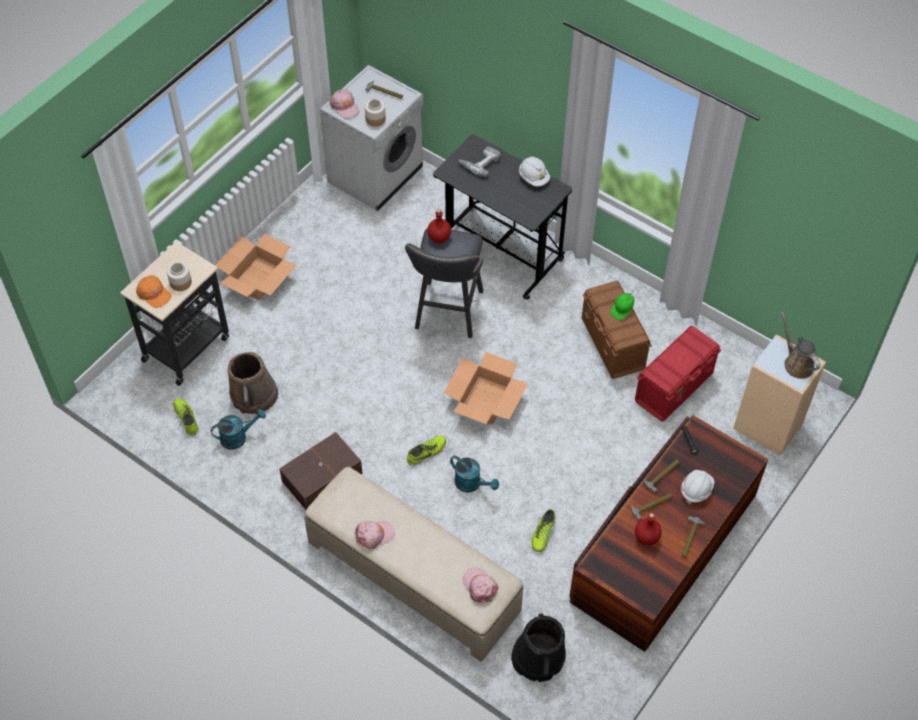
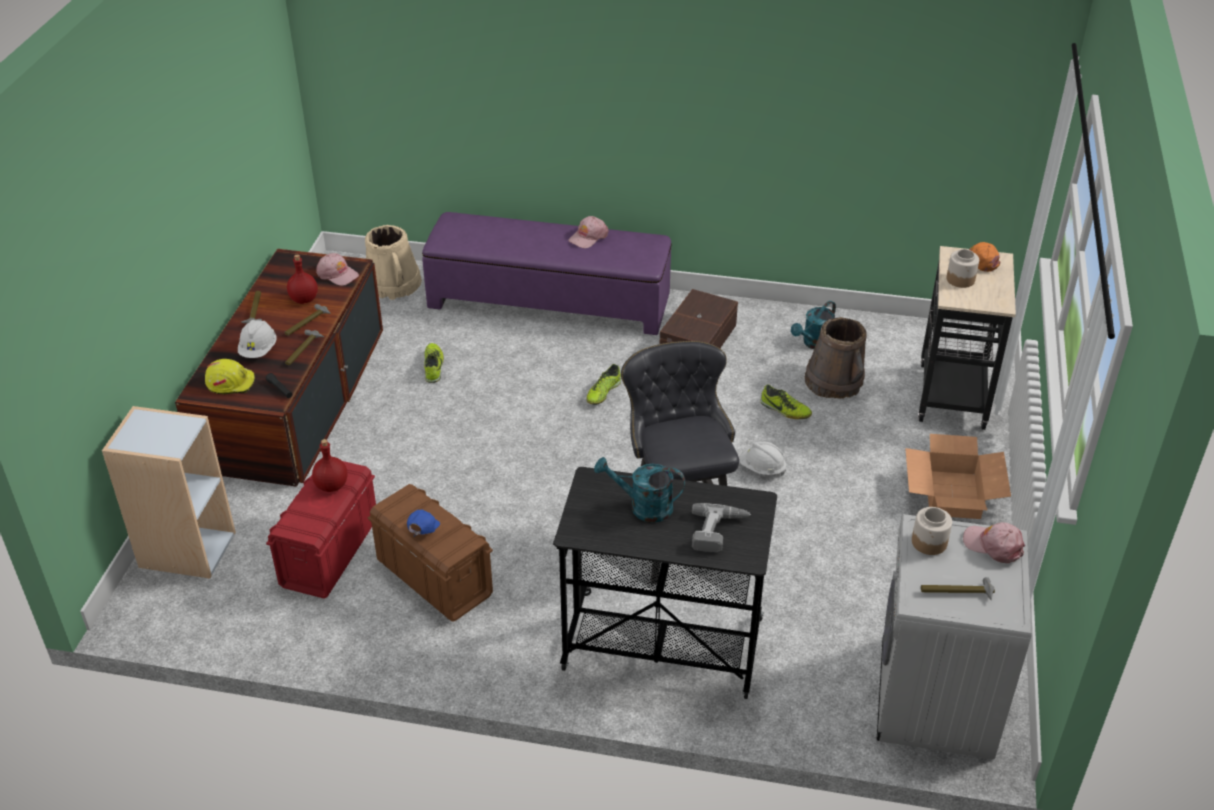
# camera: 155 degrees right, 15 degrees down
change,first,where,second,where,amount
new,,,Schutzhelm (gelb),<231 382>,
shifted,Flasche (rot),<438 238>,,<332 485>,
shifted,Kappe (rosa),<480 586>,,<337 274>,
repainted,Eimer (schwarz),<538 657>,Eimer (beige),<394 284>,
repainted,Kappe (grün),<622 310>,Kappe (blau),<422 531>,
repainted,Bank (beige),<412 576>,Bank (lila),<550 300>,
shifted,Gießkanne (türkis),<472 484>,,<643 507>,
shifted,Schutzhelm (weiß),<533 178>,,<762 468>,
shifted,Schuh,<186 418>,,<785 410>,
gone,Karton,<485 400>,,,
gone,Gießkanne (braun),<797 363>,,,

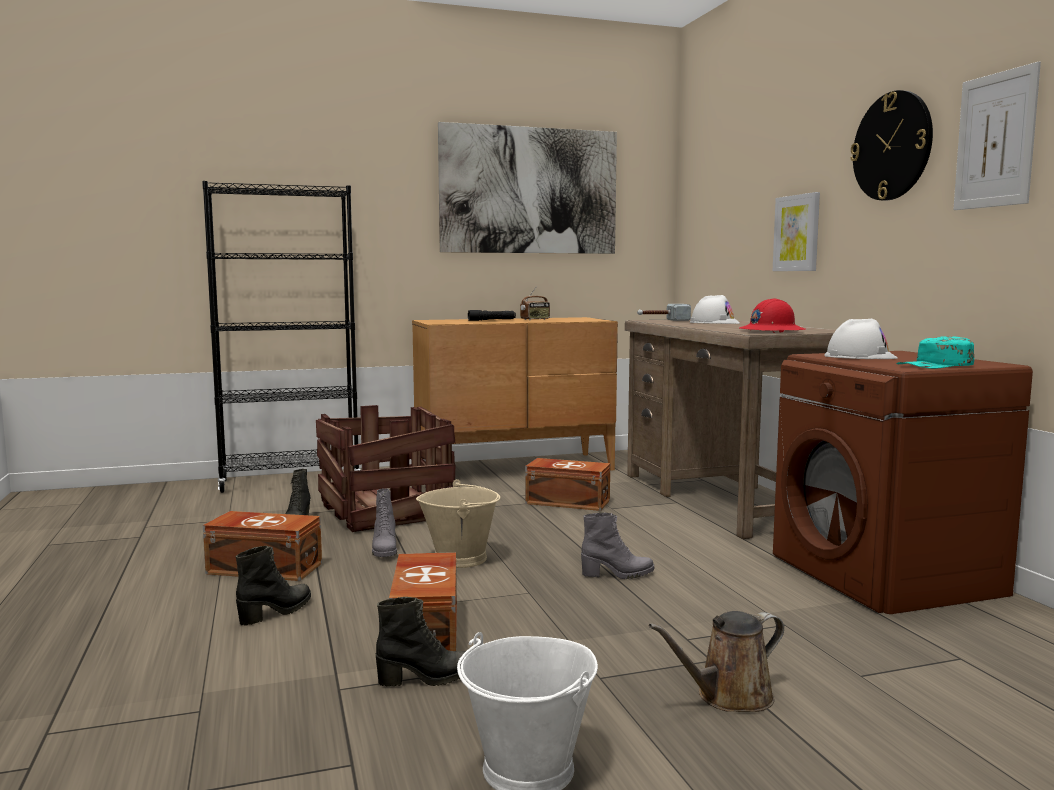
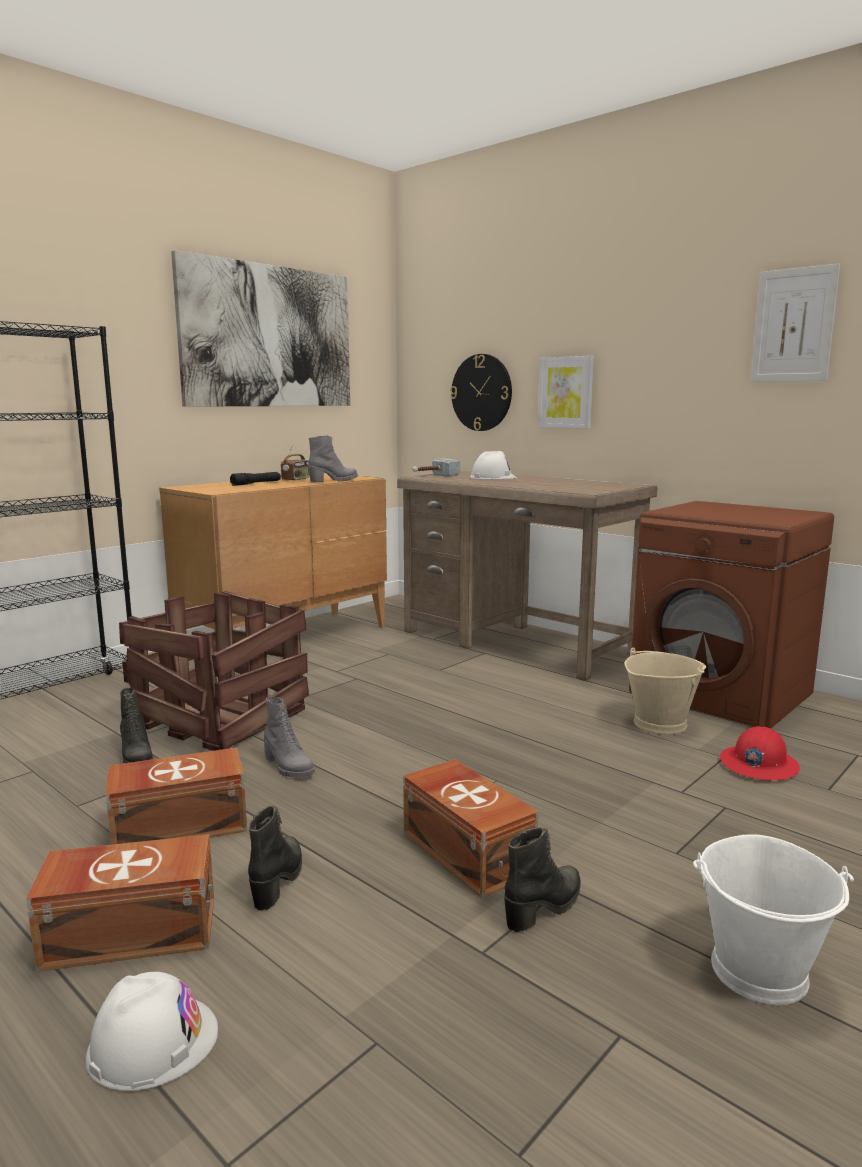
# camera: 30 degrees left, 5 degrees up
change,first,where,second,where,amount
shifted,Aufbewahrungsbox (braun),<567 501>,,<129 932>,
shifted,Schutzhelm (weiß),<860 356>,,<153 1041>,
shifted,Stiefel (grau),<617 574>,,<334 481>,
shifted,Wanduhr,<892 146>,,<481 392>,
shifted,Eimer (beige),<461 558>,,<659 723>,
shifted,Schutzhelm (rot),<771 331>,,<758 765>,
gone,Gießkanne (braun),<728 697>,,,
gone,Kappe (türkis),<936 365>,,,

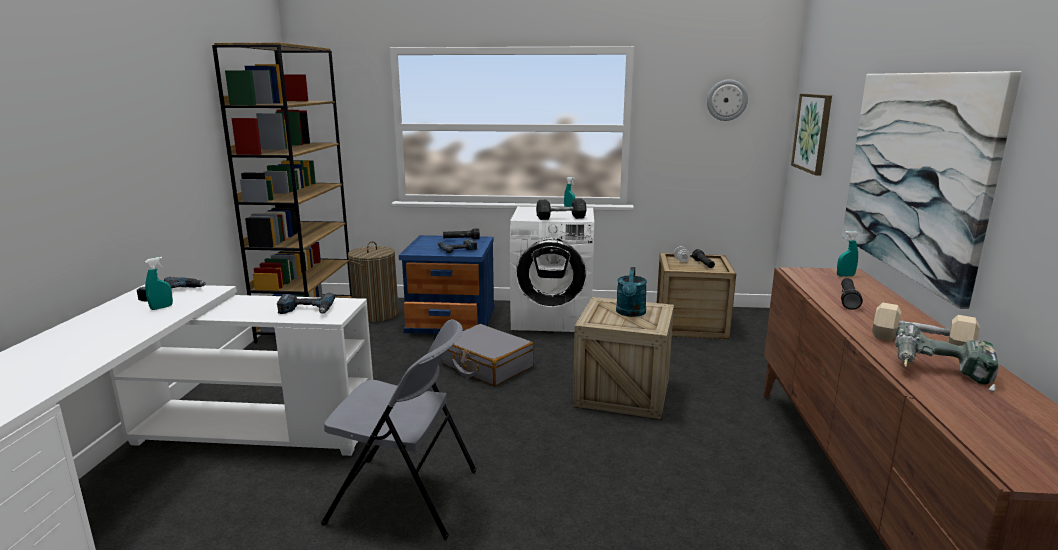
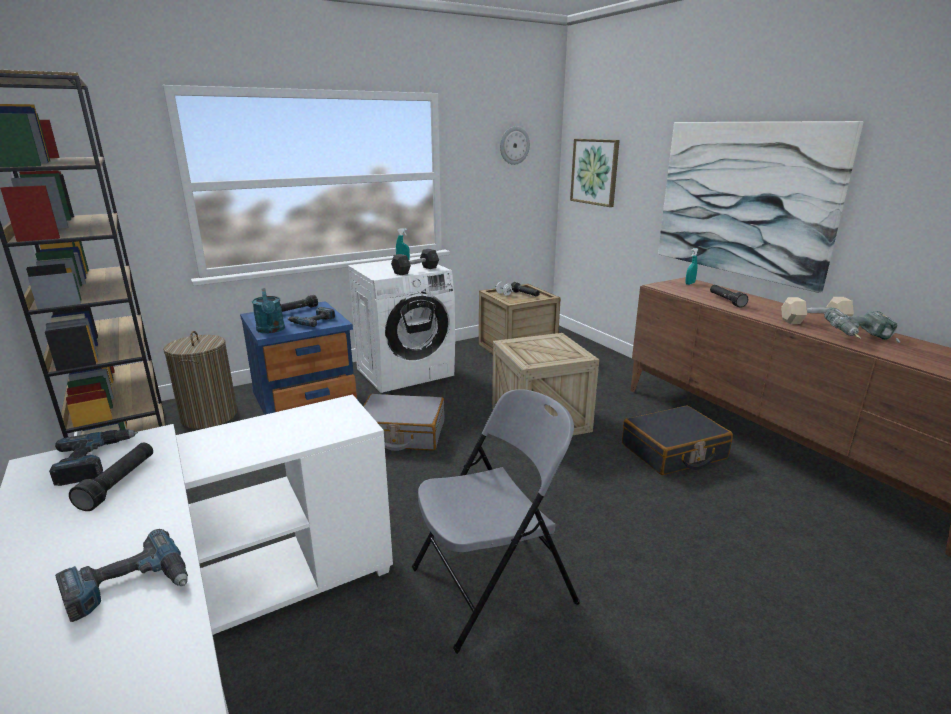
# camera: 35 degrees left, 5 degrees up
change,first,where,second,where,amount
shifted,Bohrmaschine,<306 310>,,<128 586>,
swapped,Sprühflasche (türkis),<161 307>,Taschenlampe (schwarz),<119 483>,
shifted,Gießkanne (türkis),<630 313>,,<271 330>,
new,,,Koffer (schwarz),<673 452>,

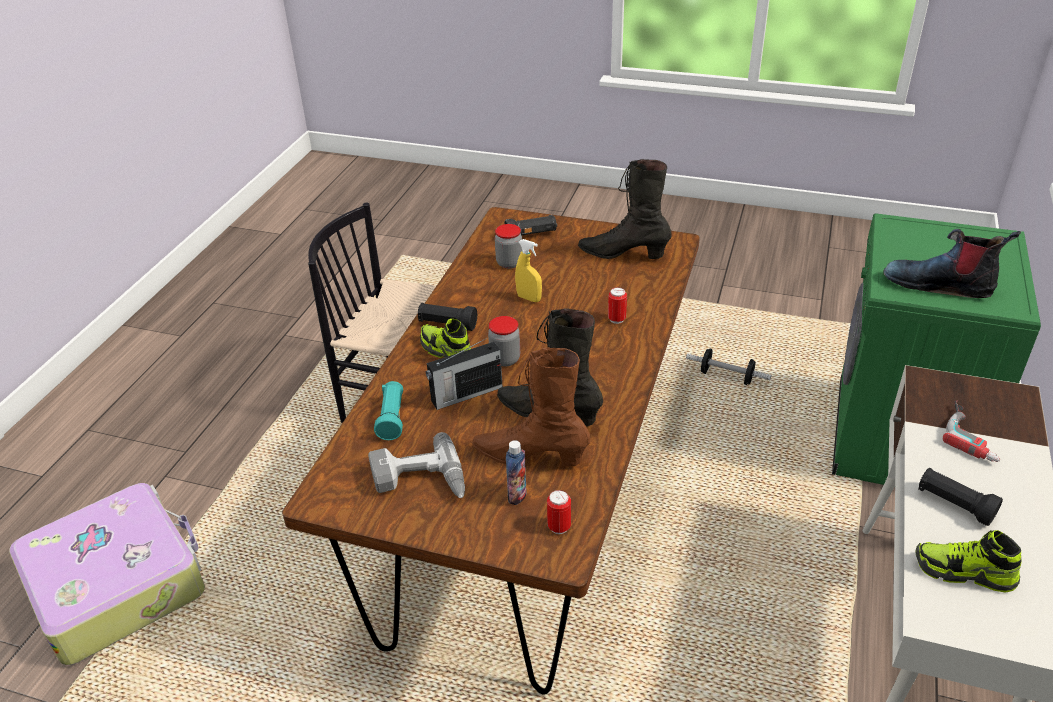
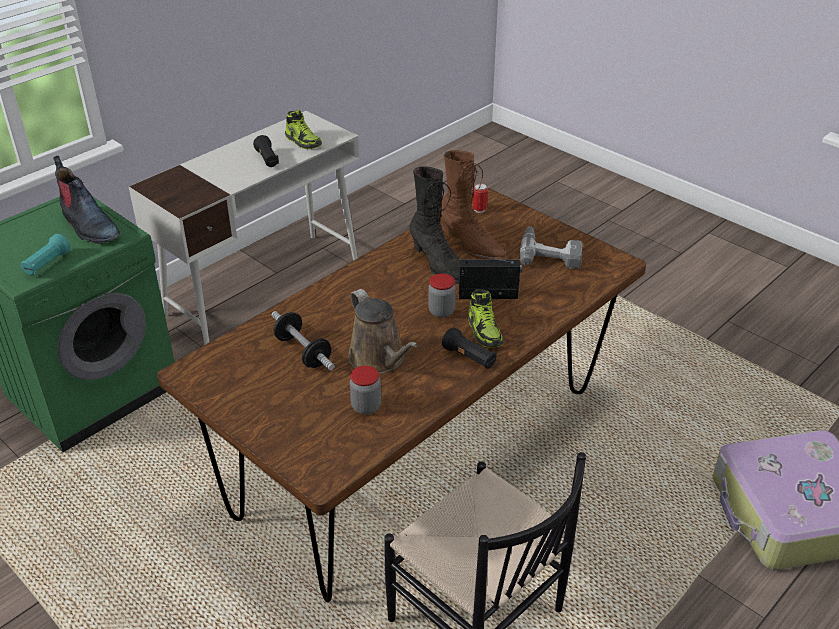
# camera: 155 degrees left, 0 degrees up
change,first,where,second,where,amount
shifted,Taschenlampe (türkis),<392 418>,,<47 264>,
shifted,Hantel,<726 376>,,<303 352>,
swapped,Sprühflasche (gelb),<529 298>,Gießkanne (braun),<379 359>,
gone,Taschenlampe (schwarz),<531 235>,,,
gone,Flasche,<517 495>,,,
gone,Stiefel (schwarz),<623 254>,,,
gone,Dose,<616 319>,,,
gone,Bohrmaschine,<974 435>,,,

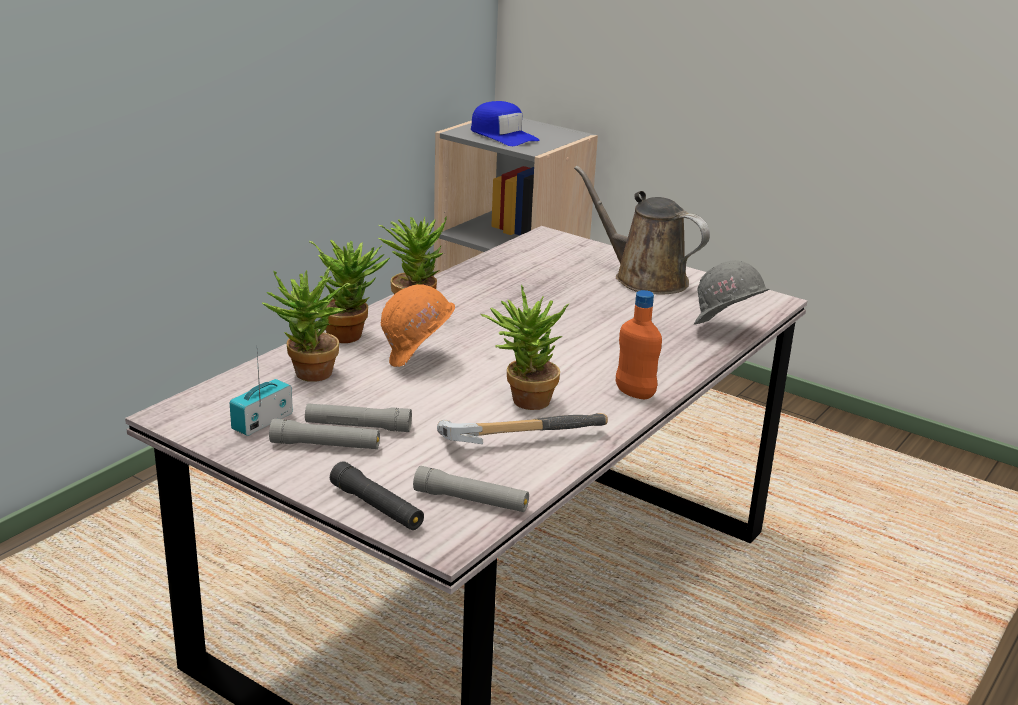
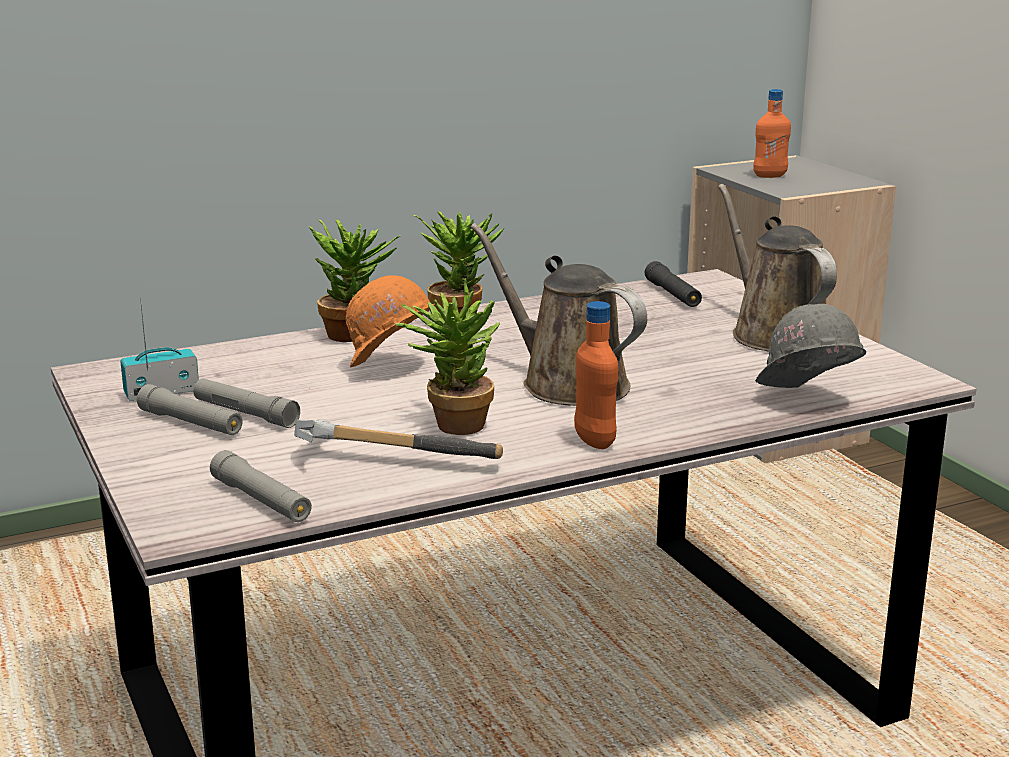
# camera: 30 degrees right, 5 degrees down
change,first,where,second,where,amount
new,,,Gießkanne (braun),<566 383>,
shifted,Taschenlampe (schwarz),<377 507>,,<673 294>,
swapped,Kappe (blau),<503 135>,Flasche (orange),<769 176>,
gone,Topfpflanze,<308 376>,,,

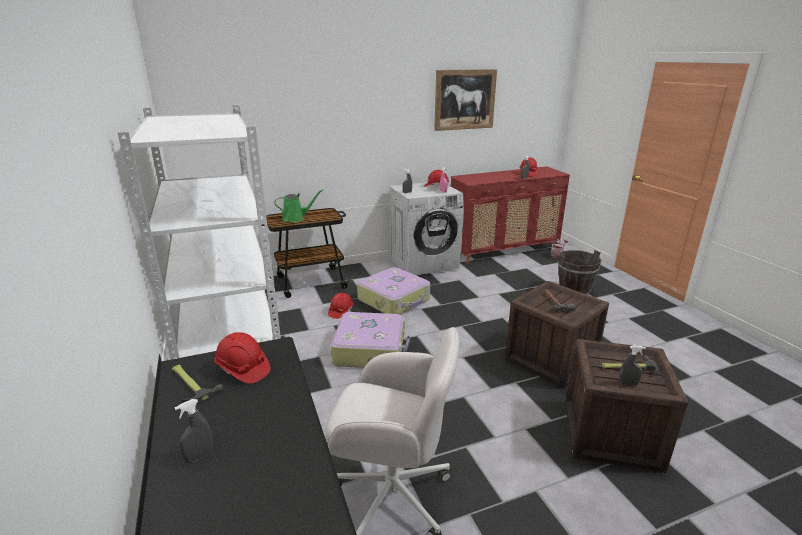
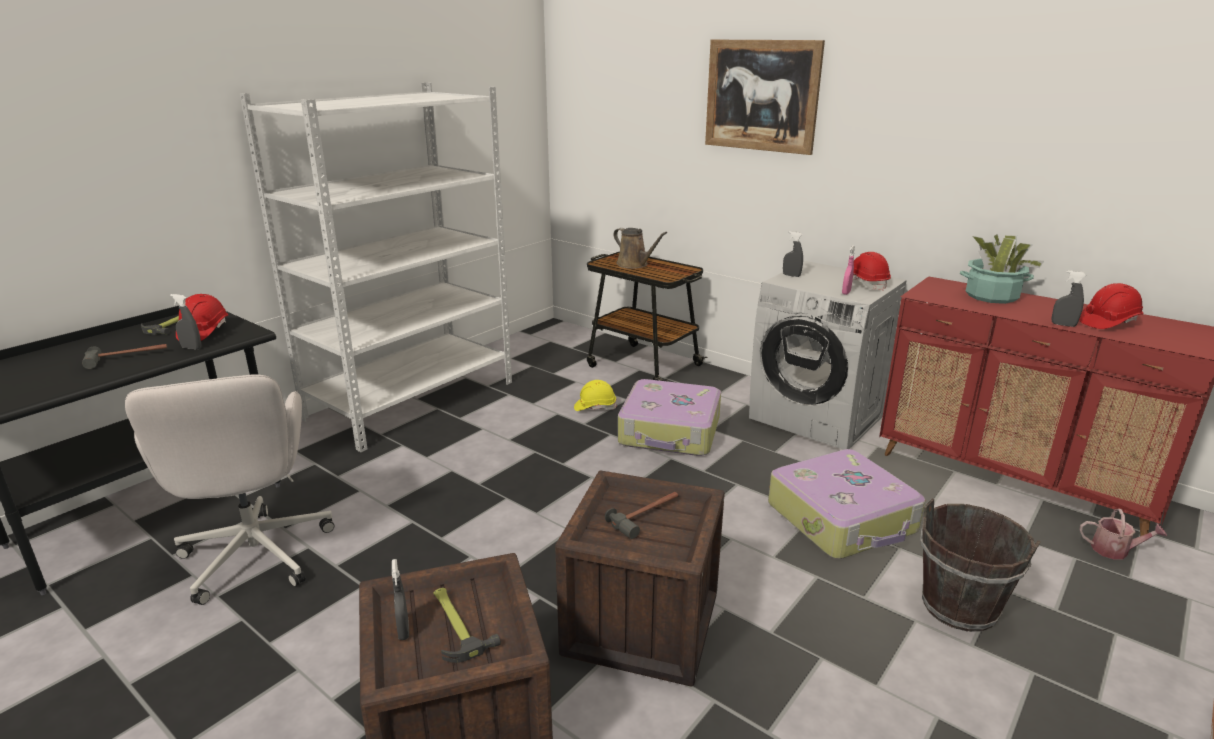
# camera: 60 degrees right, 0 degrees up
change,first,where,second,where,amount
new,,,Hammer,<128 358>,
shifted,Sprühflasche (grau),<199 456>,,<191 348>,
repainted,Schutzhelm (rot),<341 311>,Schutzhelm (gelb),<595 407>,
repainted,Gießkanne (grün),<296 218>,Gießkanne (braun),<634 264>,
shifted,Bild,<465 100>,,<761 96>,
shifted,Koffer,<370 349>,,<843 518>,
new,,,Topfpflanze,<991 296>,

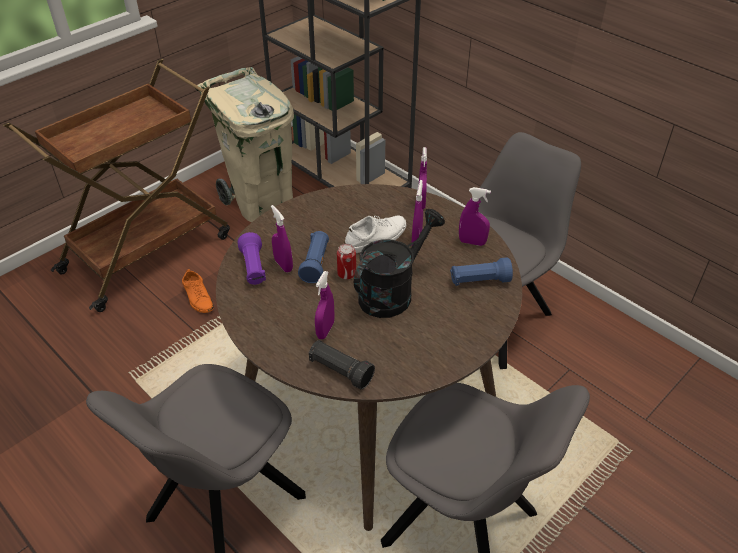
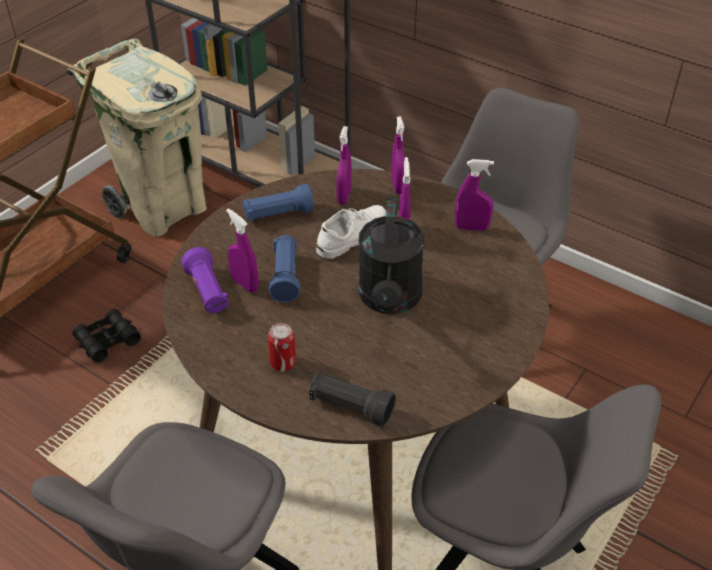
# camera: 10 degrees left, 0 degrees up
change,first,where,second,where,amount
swapped,Schuh (orange),<198 297>,Fernglas (schwarz),<107 340>,
shifted,Taschenlampe (blau),<479 281>,,<278 214>,
shifted,Dose,<347 274>,,<283 363>,
shifted,Sprühflasche (lila),<325 330>,,<344 196>,
rotated,Gießkanne (schwarz),<392 292>,,<390 300>,150 degrees clockwise

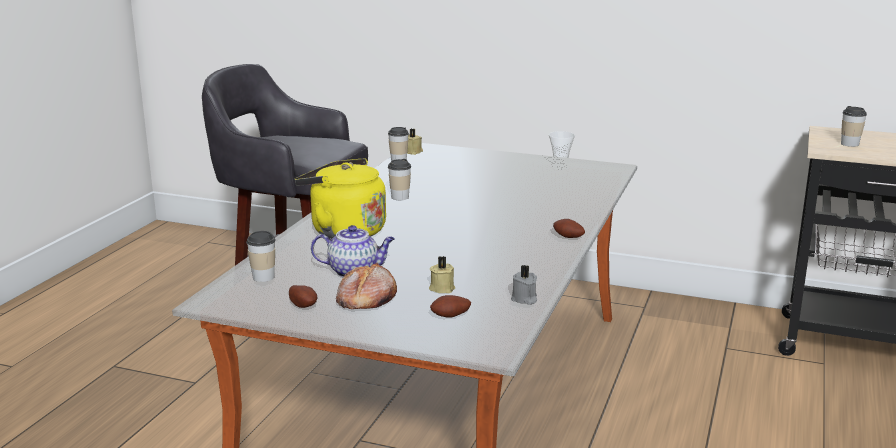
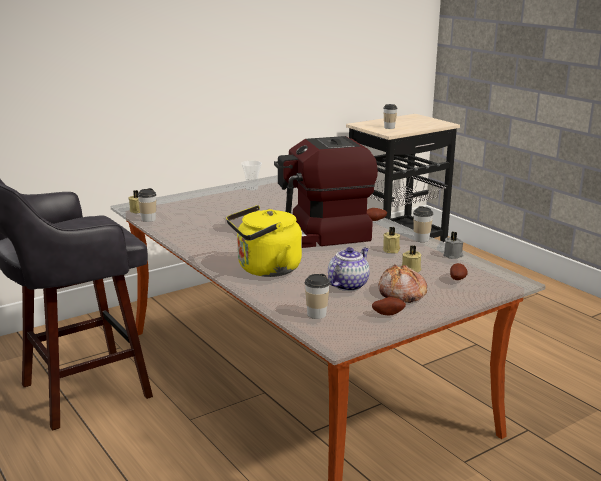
# camera: 55 degrees left, 0 degrees up
change,first,where,second,where,amount
new,,,Kaffeemaschine,<318 235>,
new,,,Kerze (beige),<392 250>,
shifted,Tasse,<400 197>,,<421 239>,

